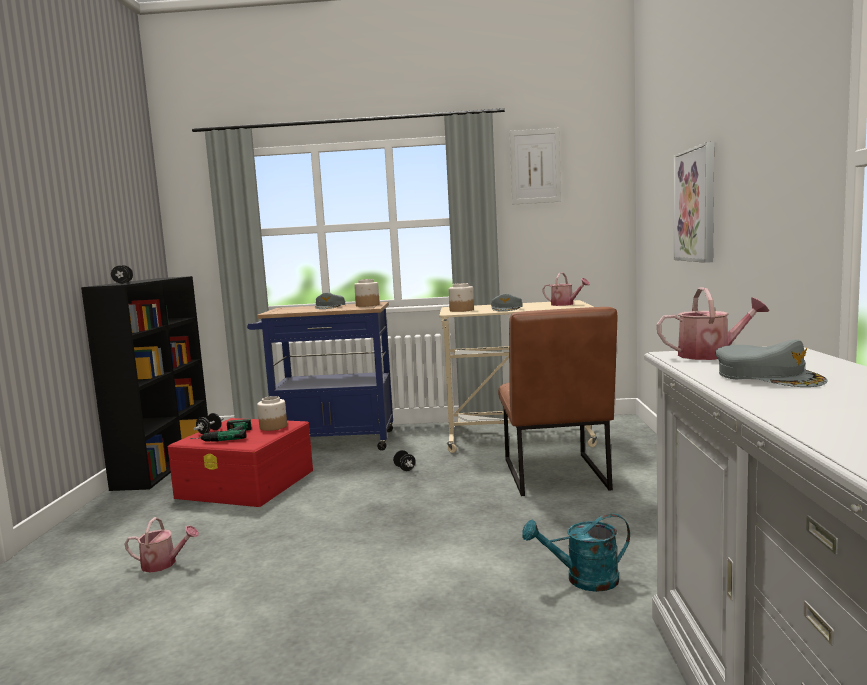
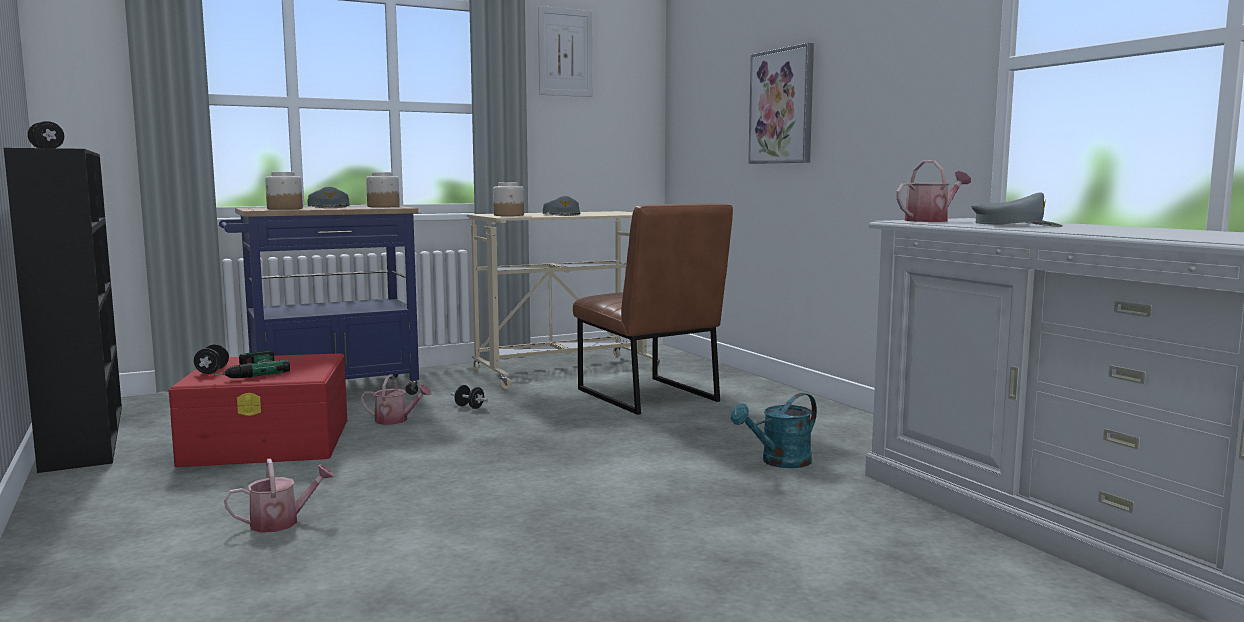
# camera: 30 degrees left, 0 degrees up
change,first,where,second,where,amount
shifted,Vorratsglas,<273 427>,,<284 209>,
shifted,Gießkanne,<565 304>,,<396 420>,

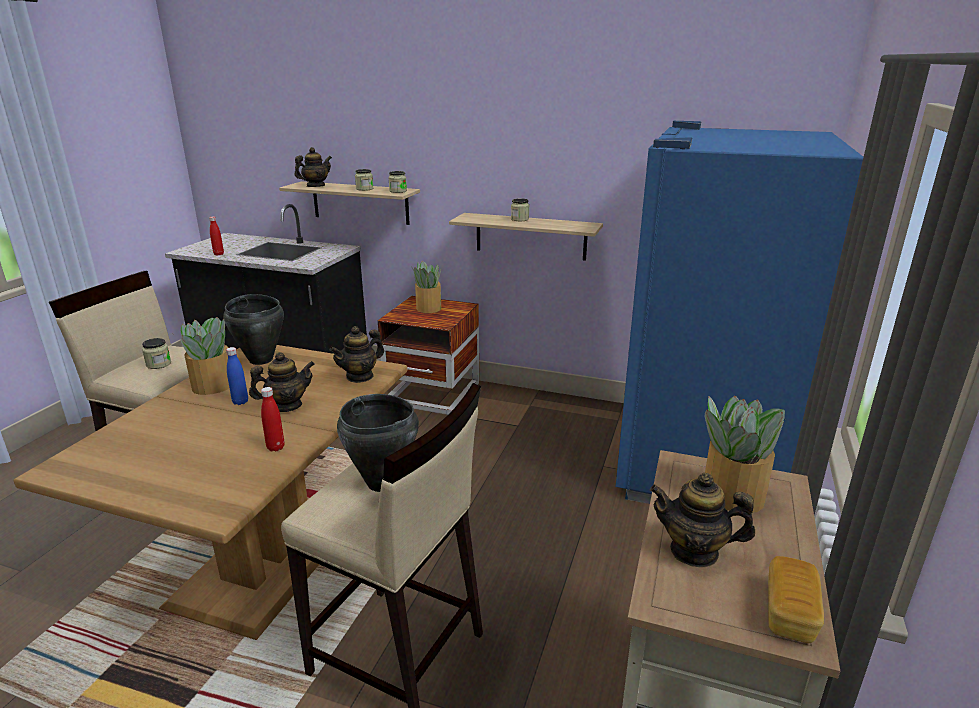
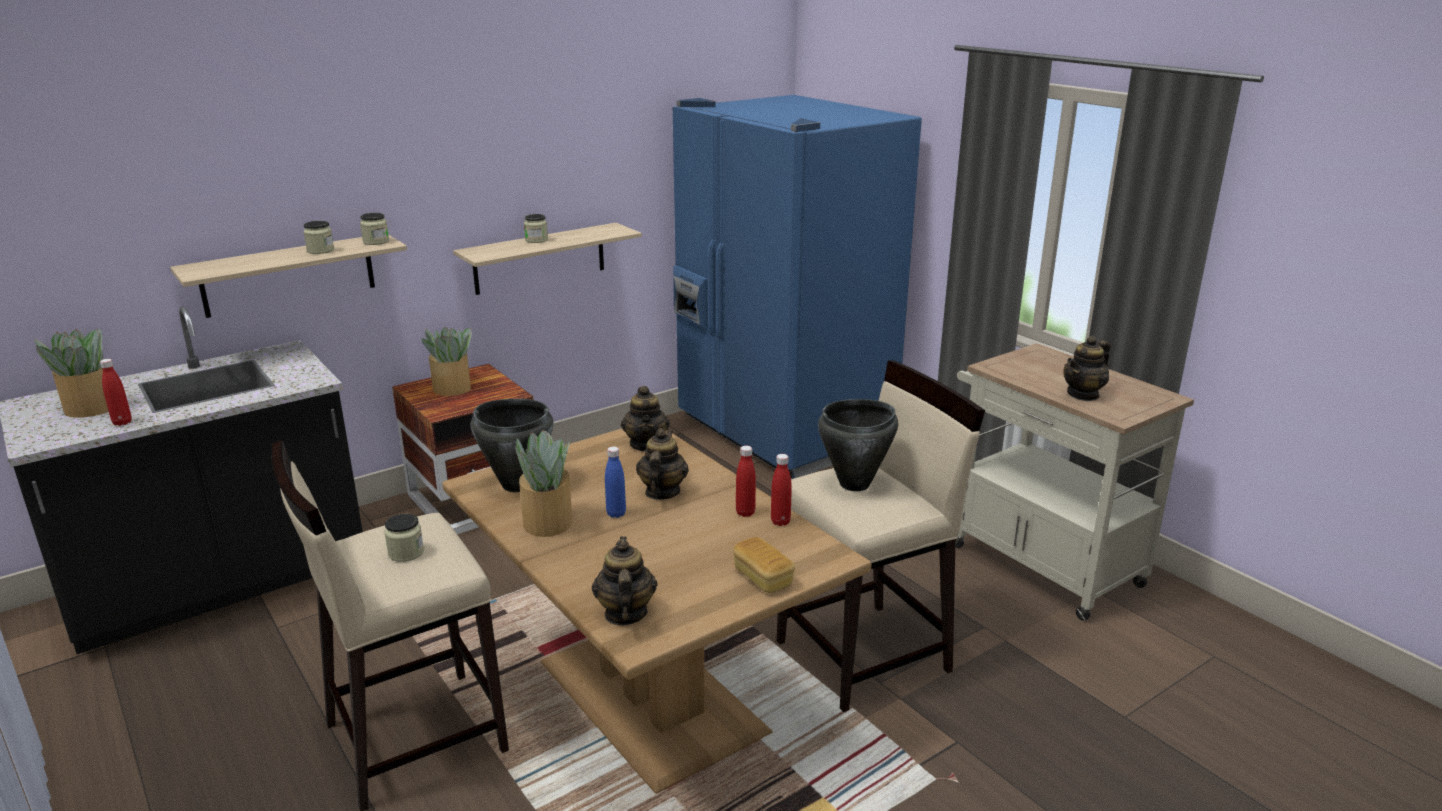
# camera: 55 degrees left, 0 degrees up
change,first,where,second,where,amount
shifted,Topfpflanze,<731 494>,,<90 408>,
shifted,Teekanne,<315 186>,,<625 613>,
shifted,Brot,<789 613>,,<763 578>,
new,,,Flasche (rot),<780 522>,

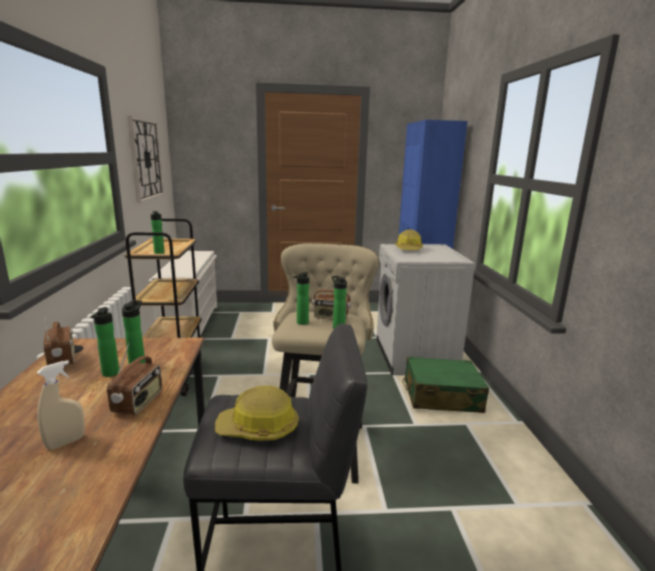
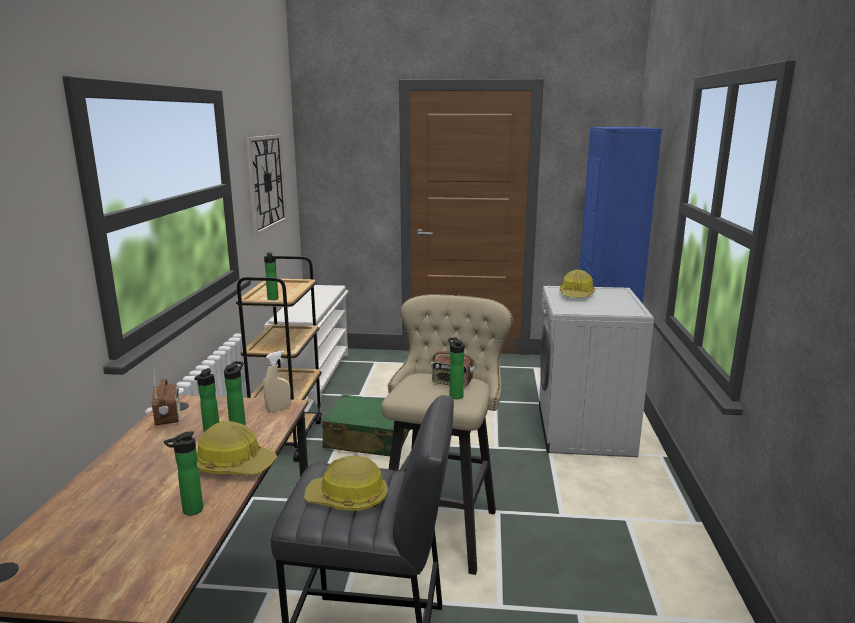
# camera: 10 degrees right, 0 degrees up
change,first,where,second,where,amount
shifted,Flasche,<301 323>,,<190 511>,
swapped,Radio,<138 403>,Schutzhelm,<234 465>,
shifted,Sprühflasche (beige),<66 442>,,<278 409>,
shifted,Koffer (grün),<441 396>,,<368 439>,

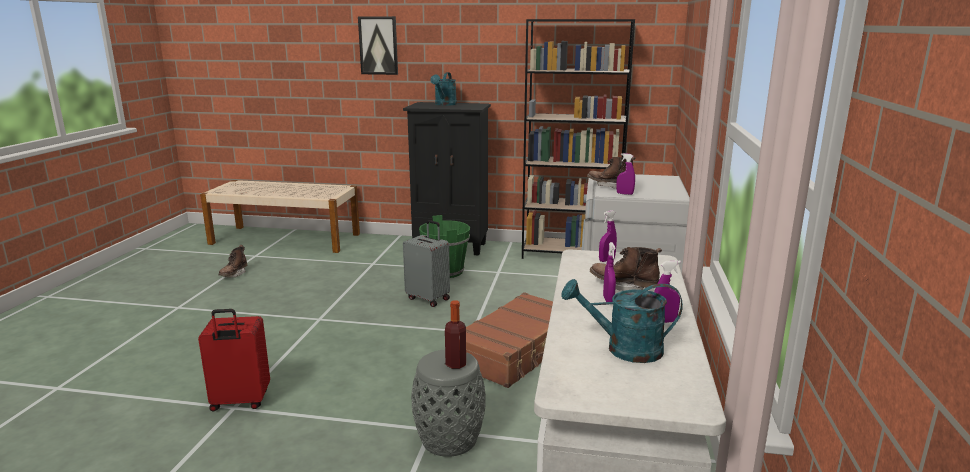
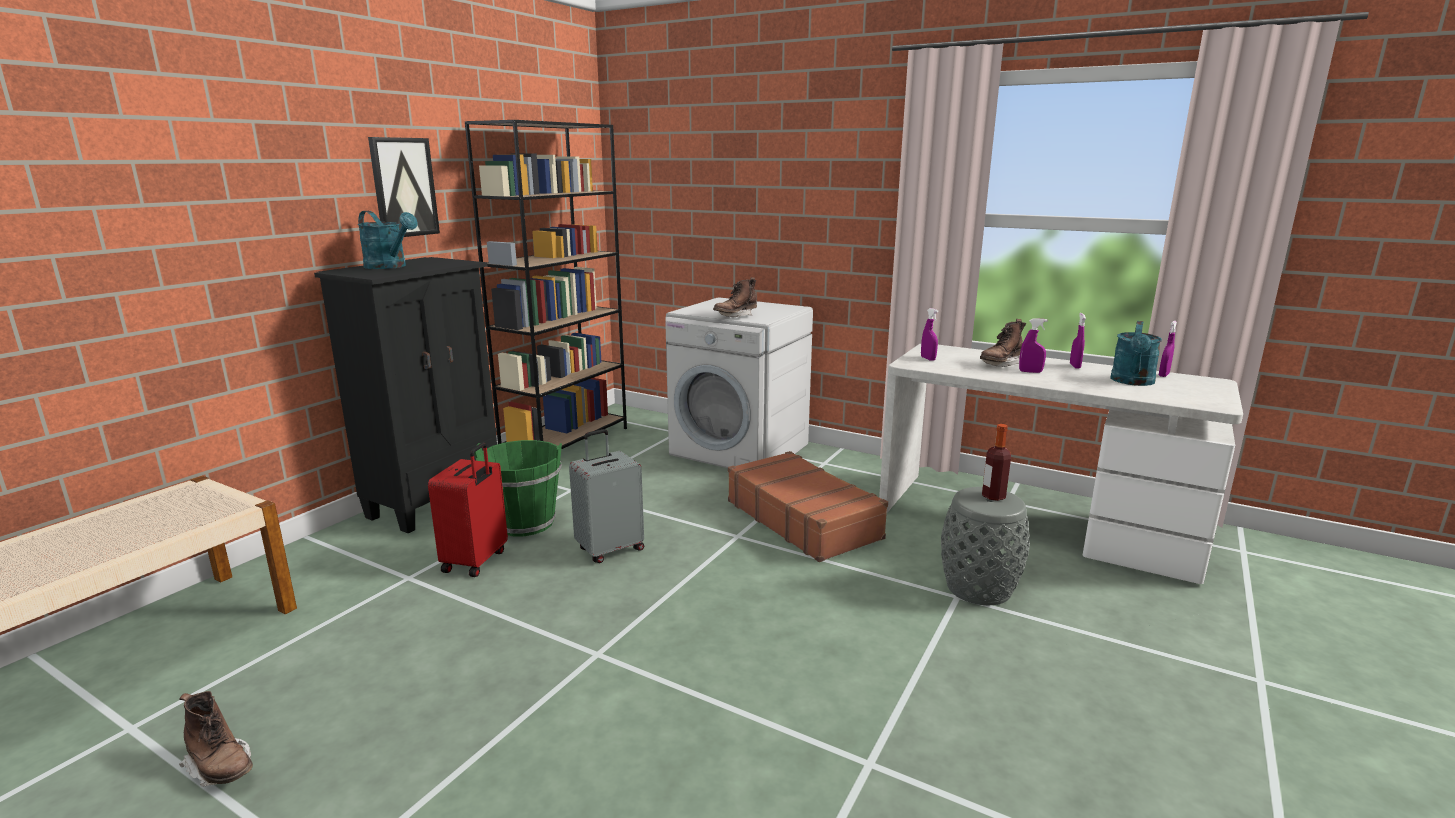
# camera: 70 degrees left, 0 degrees up
change,first,where,second,where,amount
shifted,Bild,<378 45>,,<403 187>,
shifted,Koffer (rot),<240 402>,,<476 561>,
shifted,Sprühflasche (lila),<624 194>,,<1163 375>,

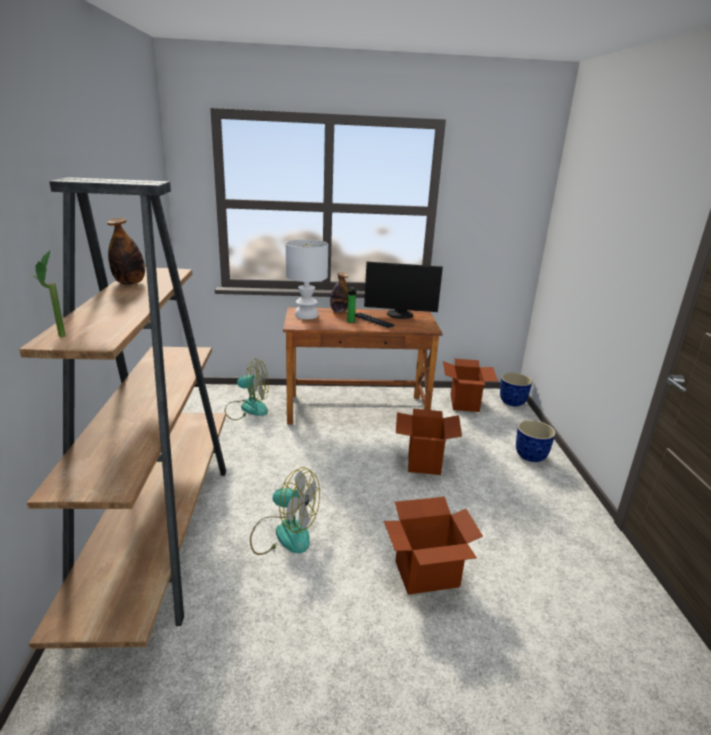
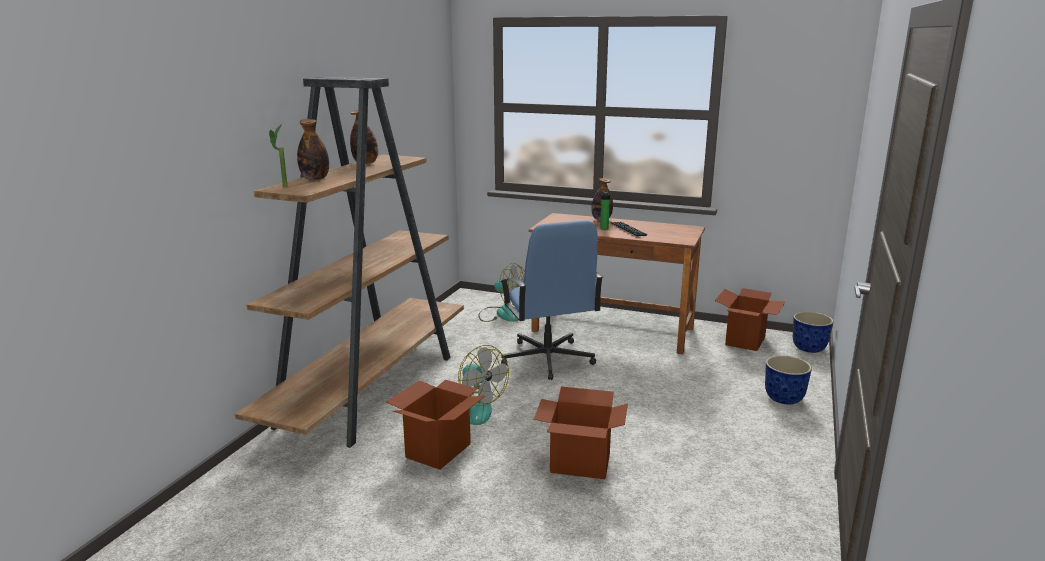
# camera: 25 degrees right, 5 degrees down
change,first,where,second,where,amount
new,,,Flasche,<315 179>,
shifted,Karton,<424 461>,,<438 450>,
new,,,Bürostuhl (blau),<547 359>,
gone,Tischlampe (weiß),<306 315>,,,
gone,Monitor,<400 315>,,,

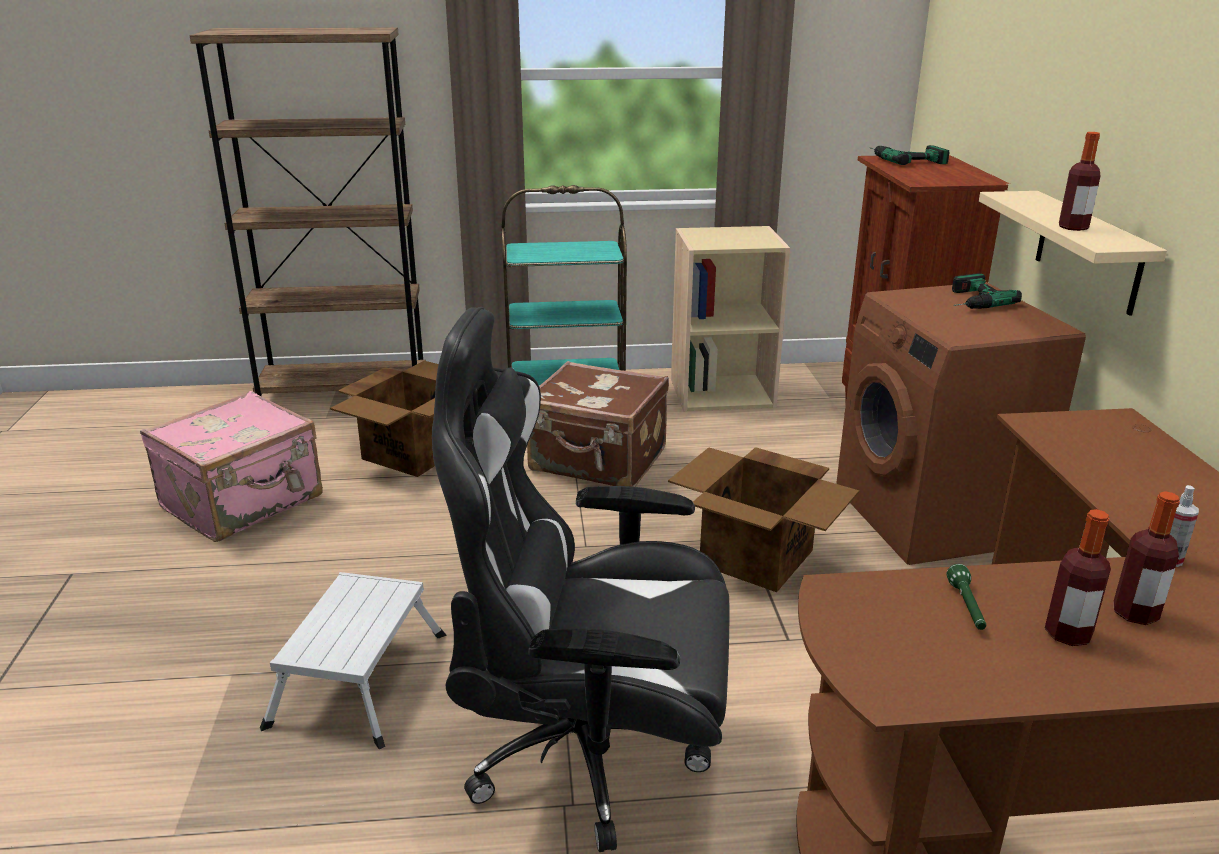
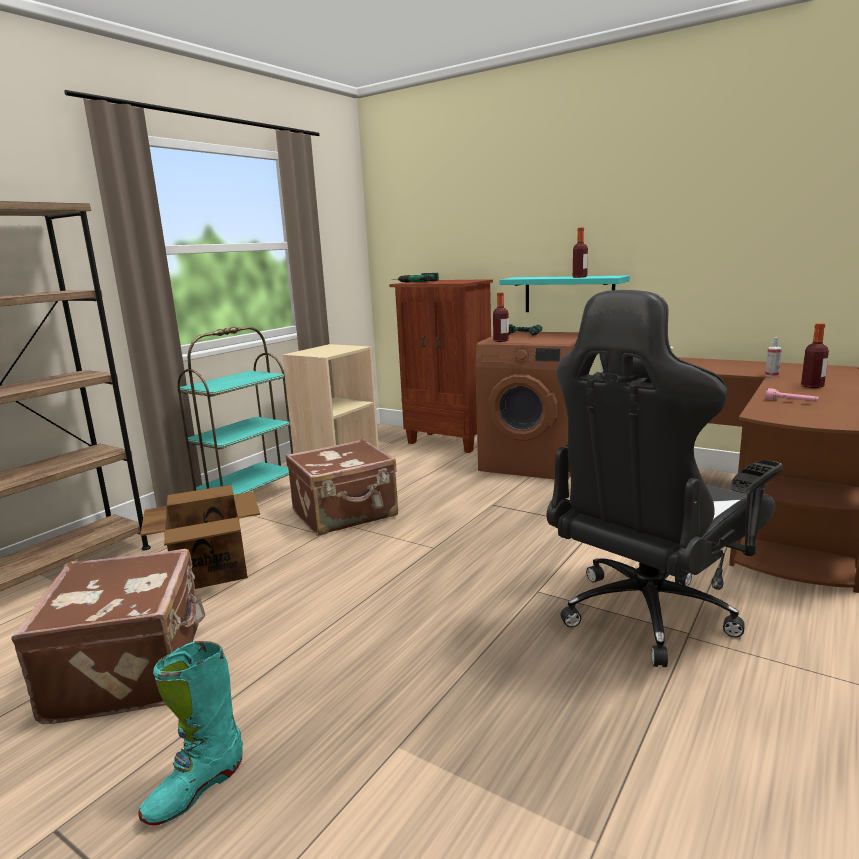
# camera: 50 degrees left, 10 degrees down
change,first,where,second,where,amount
repainted,Koffer (rosa),<244 503>,Koffer (braun),<132 670>,
new,,,Stiefel (türkis),<195 789>,
shifted,Flasche,<1067 634>,,<501 341>,
repainted,Wandregal (beige),<1088 251>,Wandregal (türkis),<568 294>,
repainted,Taschenlampe (grün),<967 607>,Taschenlampe (rosa),<791 402>,
gone,Trittleiter (weiß),<359 678>,,,
gone,Karton,<757 558>,,,

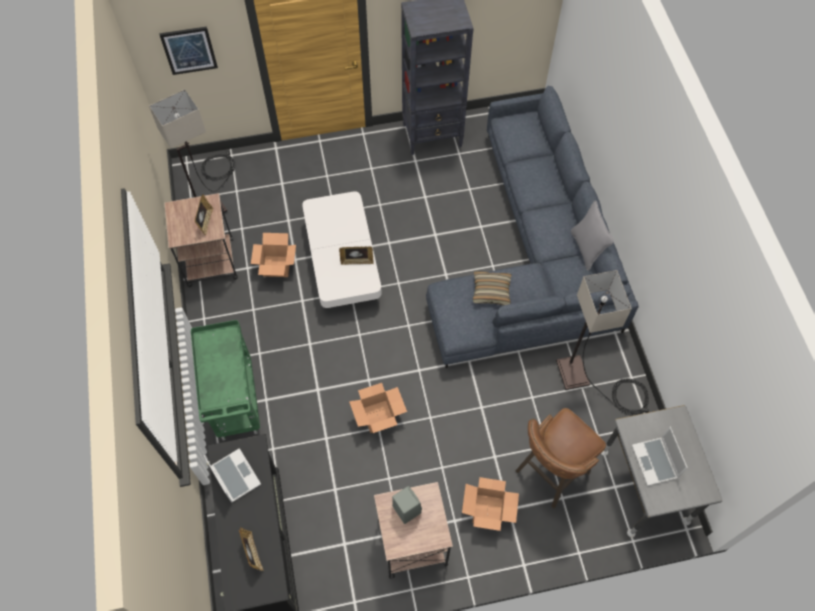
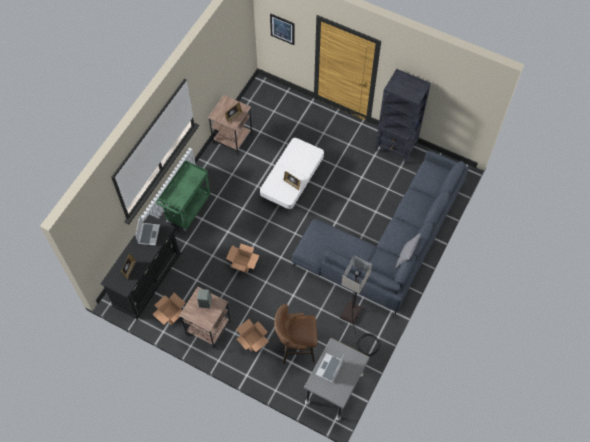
# camera: 40 degrees right, 0 degrees up
change,first,where,second,where,amount
shifted,Karton,<277 266>,,<171 314>,
gone,Stehlampe,<215 187>,,,
gone,Kissen,<491 291>,,,

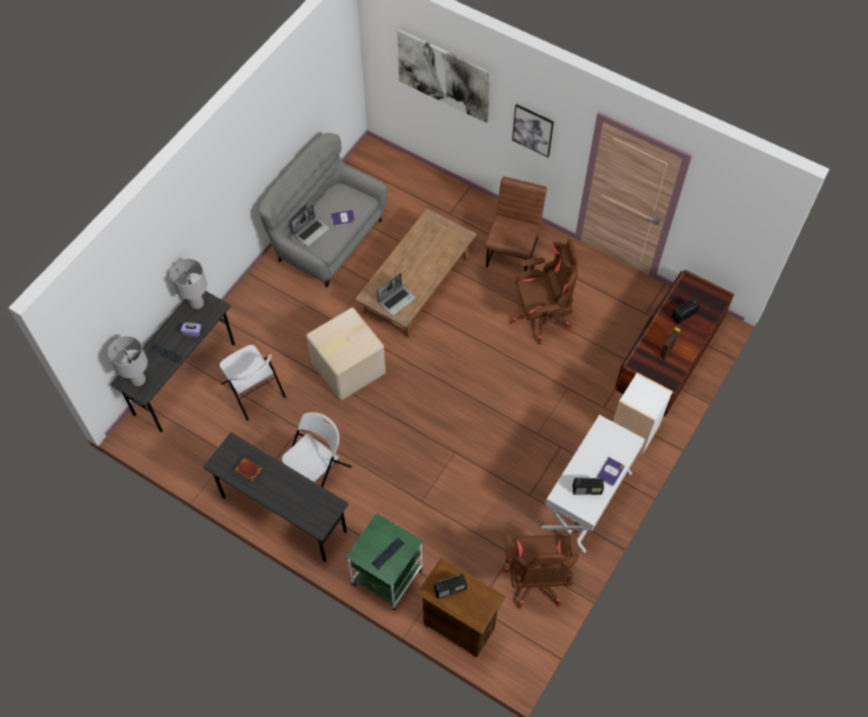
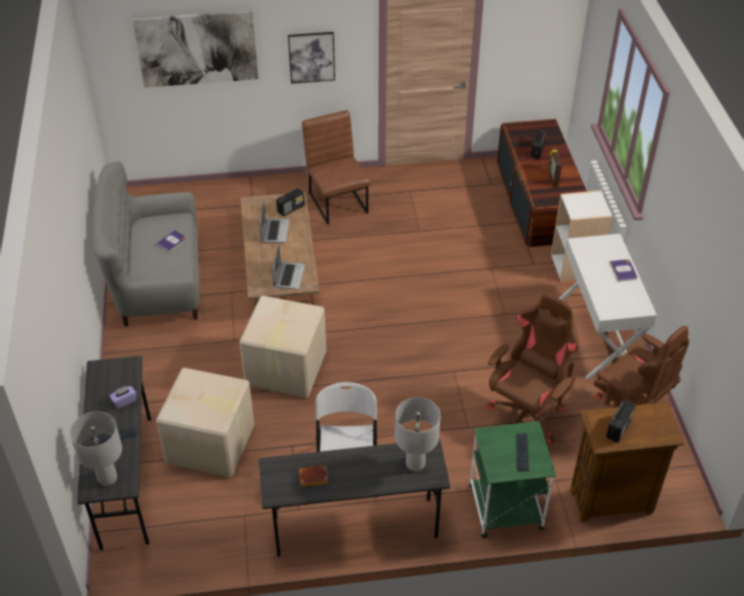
# camera: 40 degrees left, 15 degrees down
change,first,where,second,where,amount
swapped,Stuhl (weiß),<253 391>,Karton,<211 445>,
shifted,Laptop,<311 231>,,<274 231>,
shifted,Radio,<587 490>,,<291 208>,
shifted,Tischlampe (grau),<196 304>,,<415 464>,
shifted,Bürostuhl (braun),<540 318>,,<525 417>,

